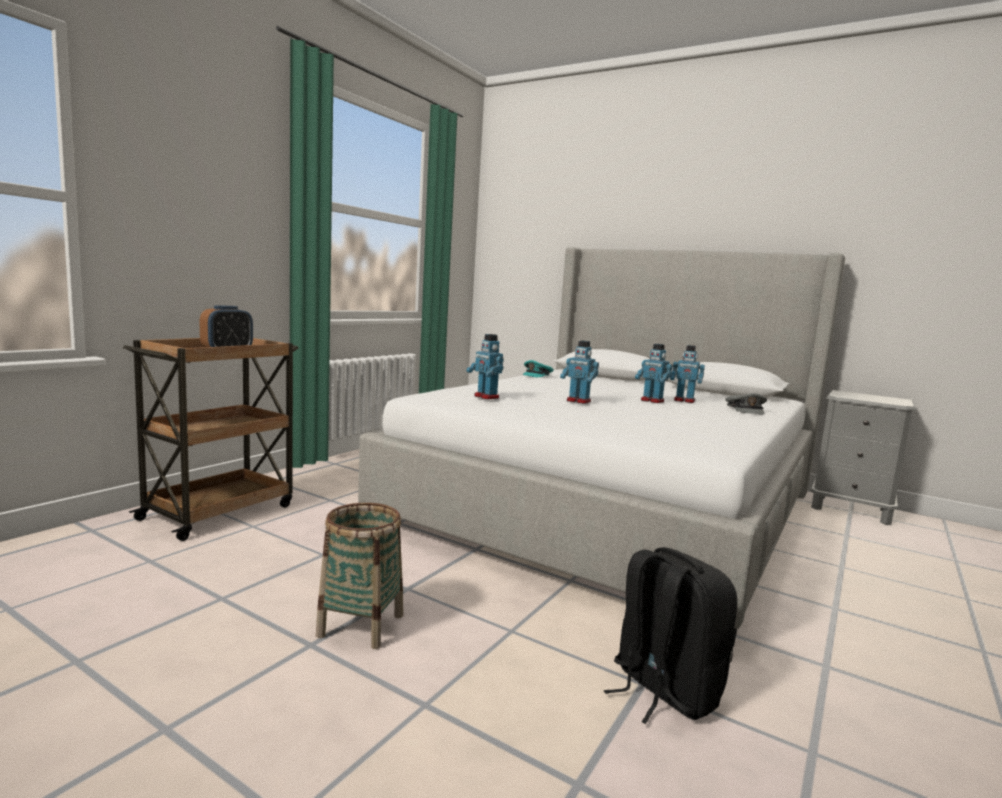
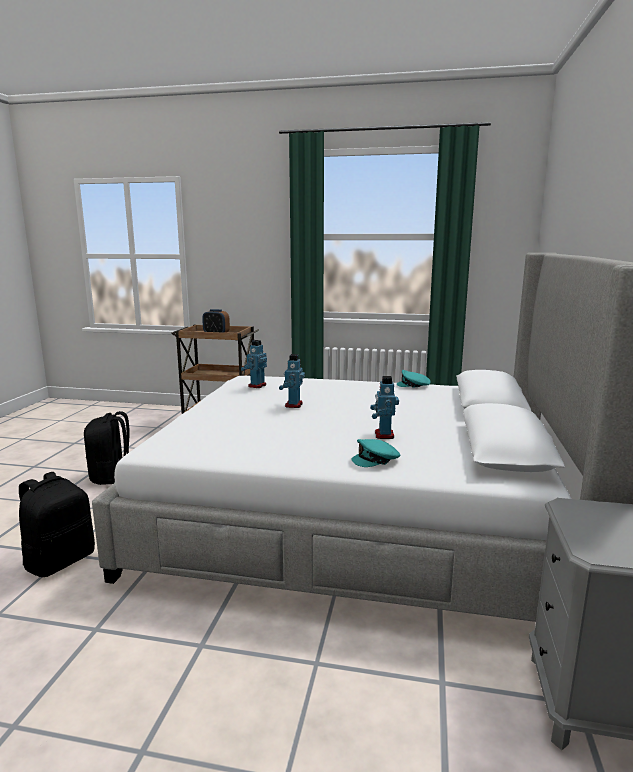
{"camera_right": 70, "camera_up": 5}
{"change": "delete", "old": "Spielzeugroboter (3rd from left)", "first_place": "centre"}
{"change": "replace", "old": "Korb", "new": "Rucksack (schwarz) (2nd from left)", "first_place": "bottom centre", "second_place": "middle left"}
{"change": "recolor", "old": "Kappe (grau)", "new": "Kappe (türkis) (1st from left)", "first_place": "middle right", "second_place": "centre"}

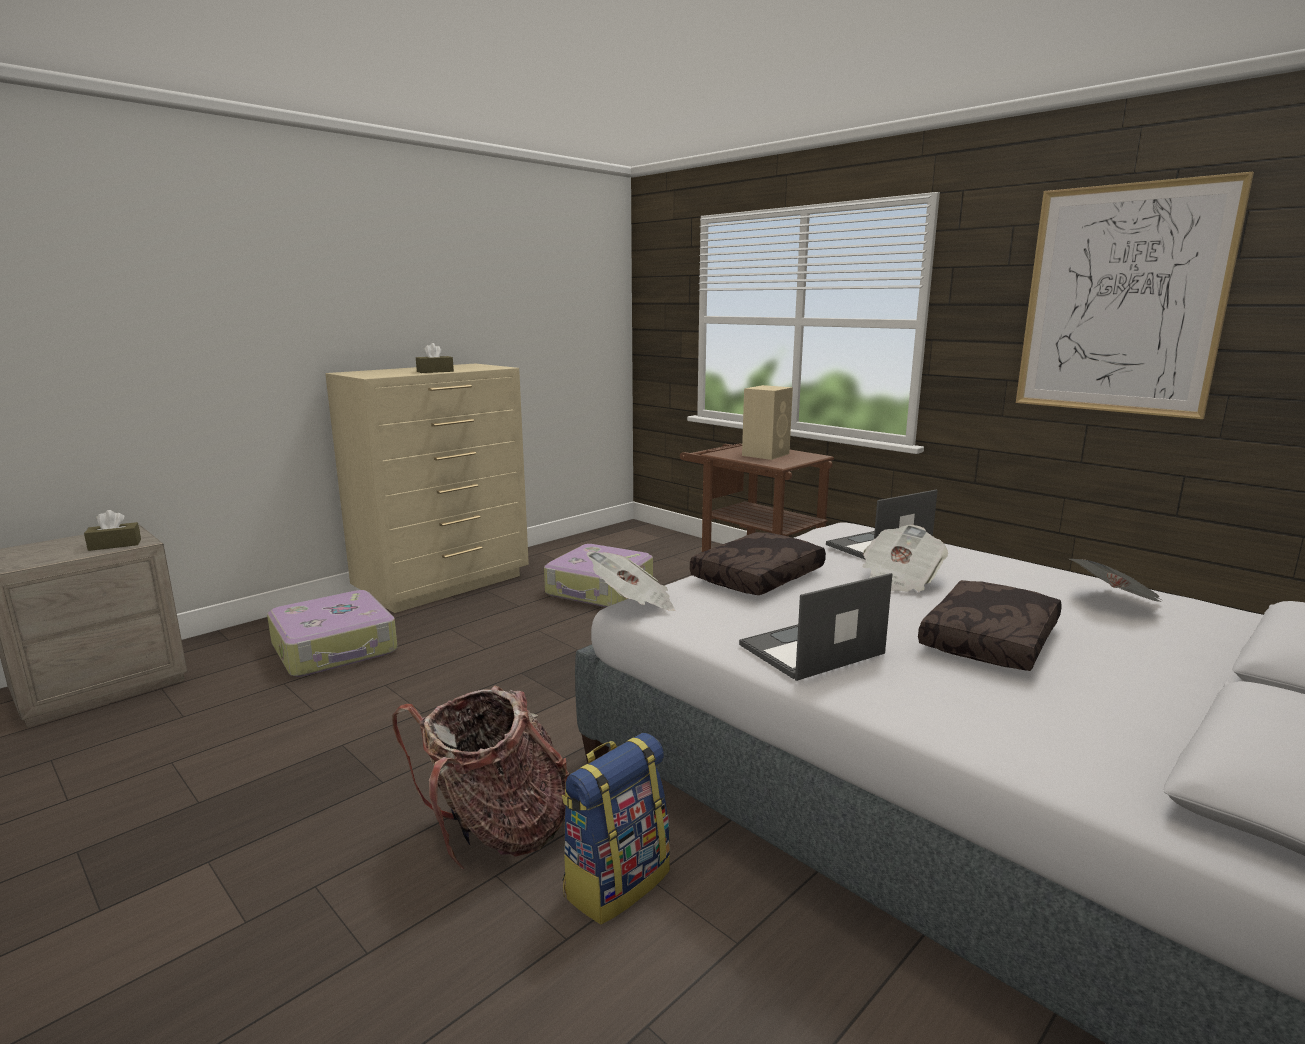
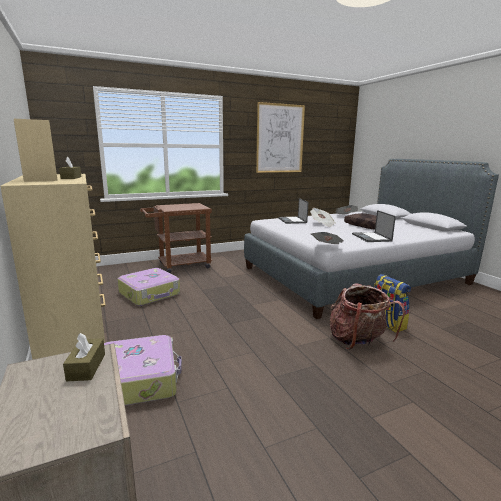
{"camera_right": -70, "camera_up": 0}
{"change": "delete", "old": "Kissen (braun) (1st from left)", "first_place": "centre"}
{"change": "move", "old": "Lautsprecher (beige)", "first_place": "centre", "second_place": "top left"}

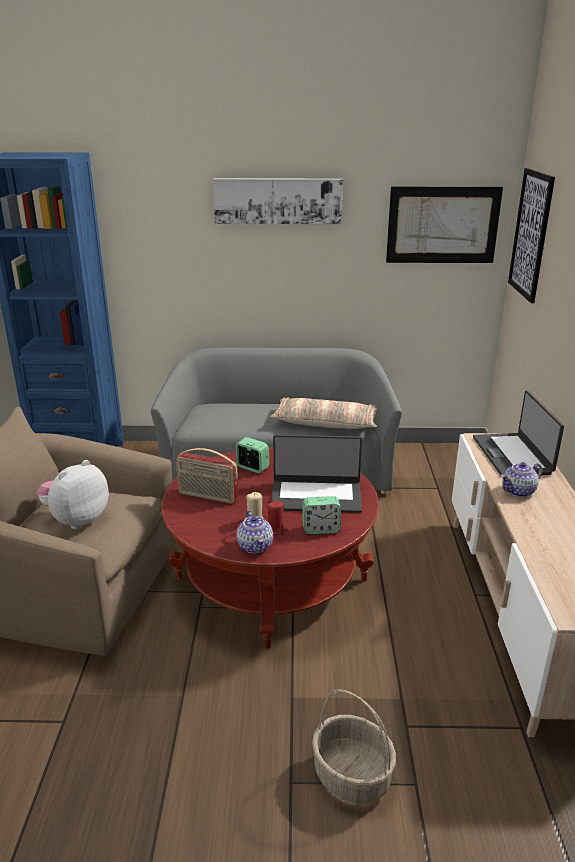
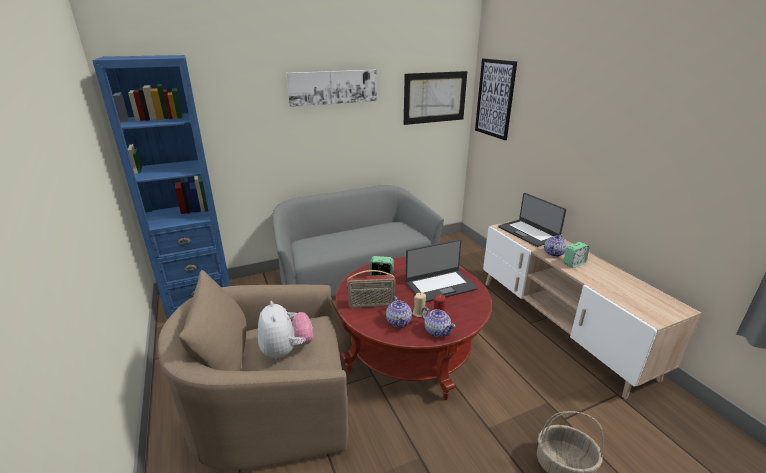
{"camera_right": -25, "camera_up": 0}
{"change": "delete", "old": "Kissen", "first_place": "centre"}
{"change": "insert", "new": "Teekanne (1st from left)", "second_place": "centre"}
{"change": "move", "old": "Wecker (2nd from left)", "first_place": "centre", "second_place": "middle right"}
{"change": "rotate", "old": "Plüschtier", "first_place": "middle left", "second_place": "bottom centre", "degrees": 150}

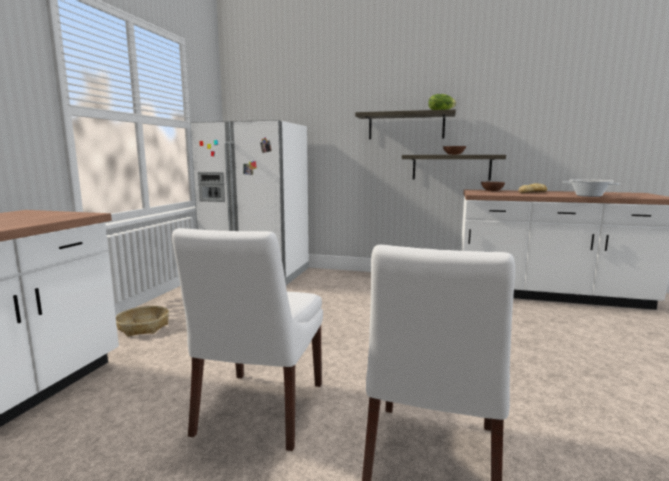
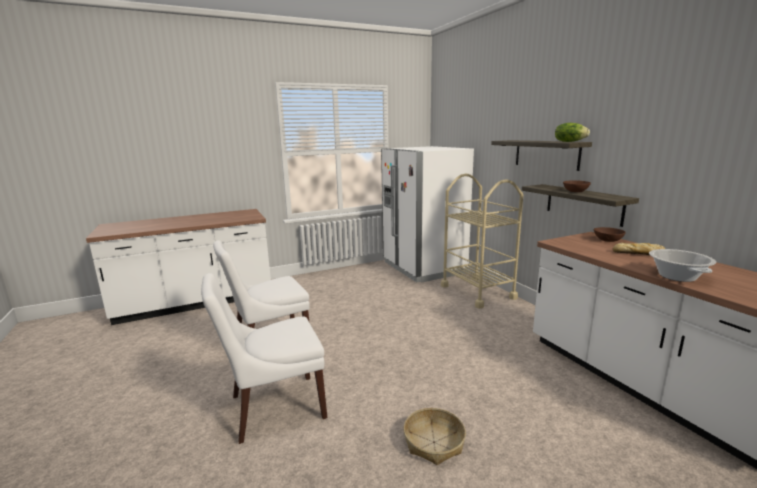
{"camera_right": 50, "camera_up": 5}
{"change": "insert", "new": "Rollwagen (beige)", "second_place": "centre"}
{"change": "move", "old": "Korb", "first_place": "bottom left", "second_place": "bottom centre"}

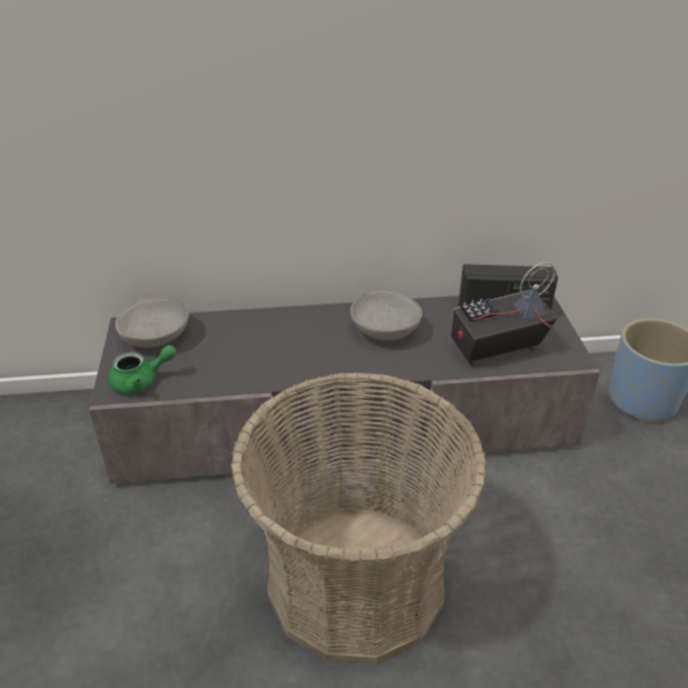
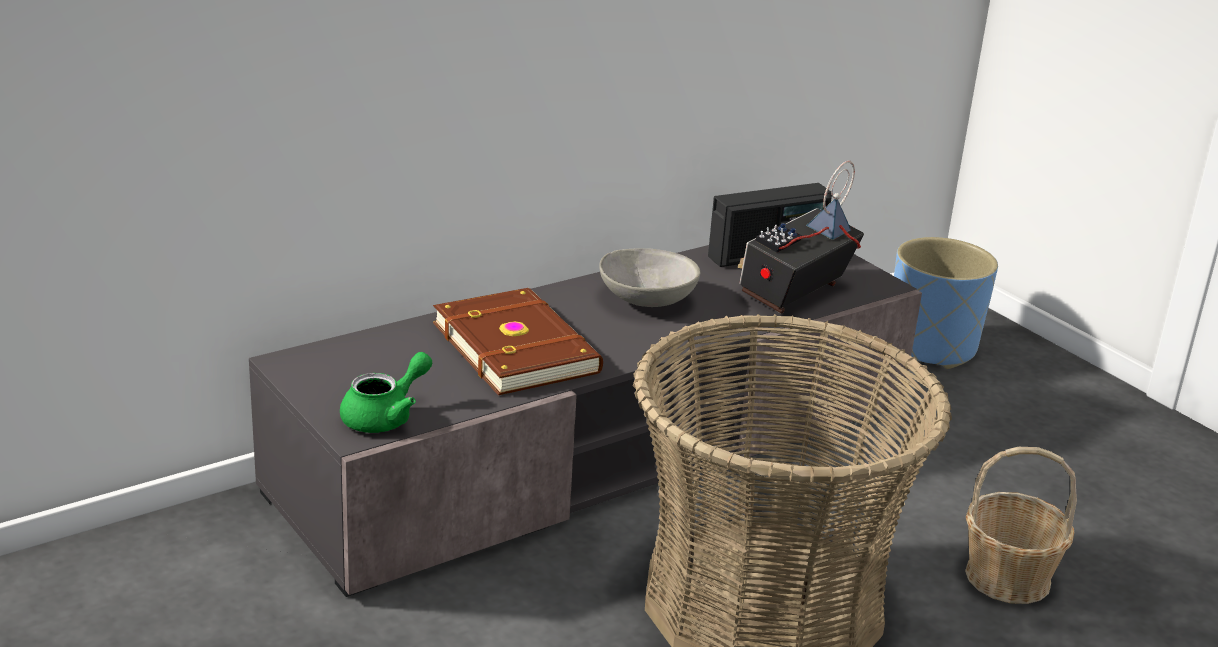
{"camera_right": -30, "camera_up": -10}
{"change": "delete", "old": "Schüssel (grau) (1st from left)", "first_place": "middle left"}
{"change": "insert", "new": "Buch (braun)", "second_place": "centre"}
{"change": "insert", "new": "Korb (2nd from left)", "second_place": "bottom right"}

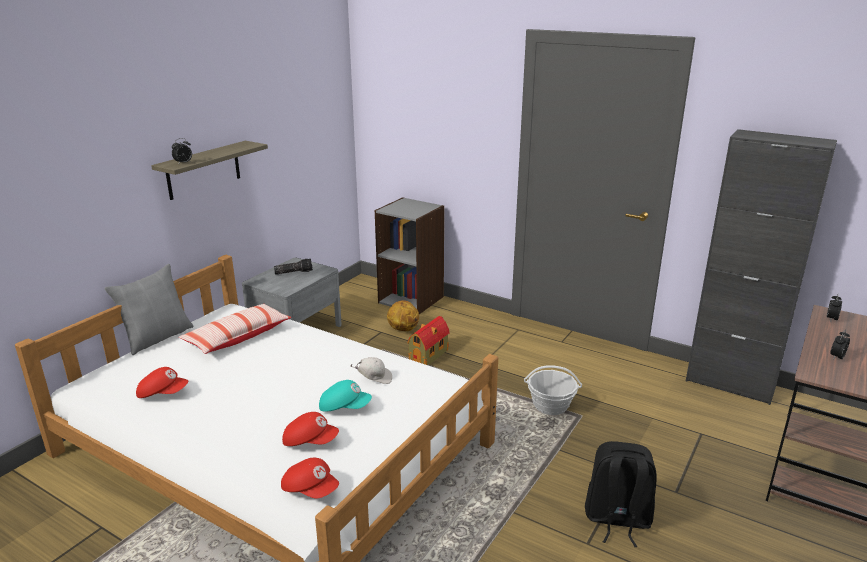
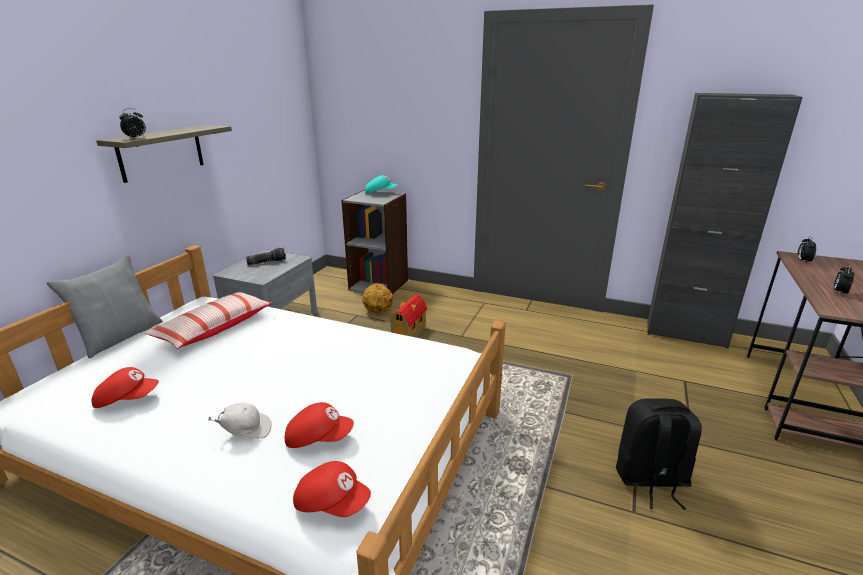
{"camera_right": -10, "camera_up": 0}
{"change": "delete", "old": "Korb", "first_place": "bottom centre"}
{"change": "move", "old": "Kappe (türkis)", "first_place": "bottom centre", "second_place": "top centre"}
{"change": "move", "old": "Kappe (weiß)", "first_place": "centre", "second_place": "bottom left"}

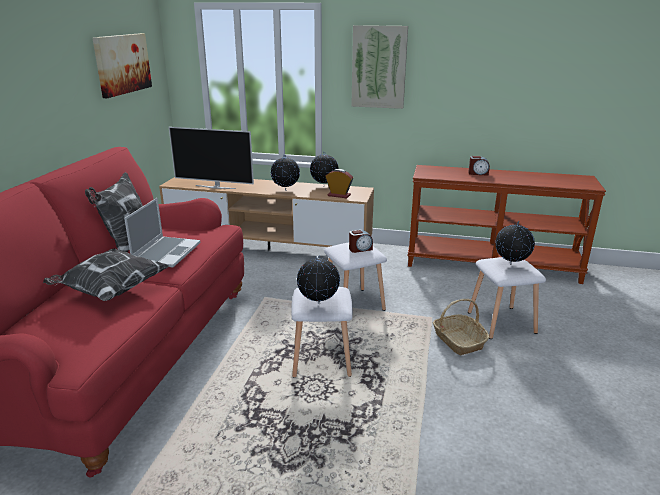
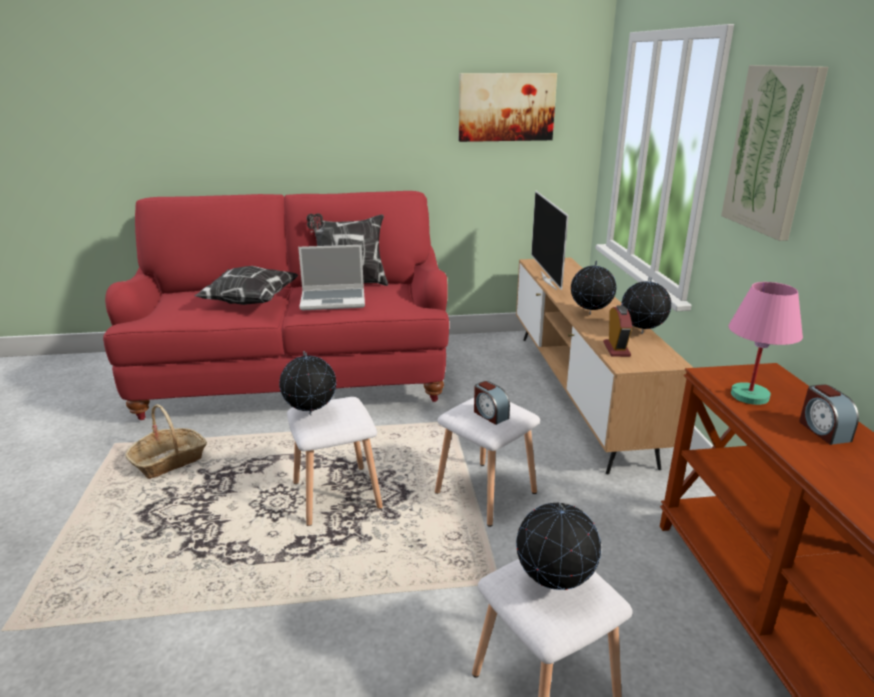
{"camera_right": 70, "camera_up": 0}
{"change": "insert", "new": "Tischlampe (rosa)", "second_place": "middle right"}
{"change": "move", "old": "Korb", "first_place": "middle right", "second_place": "middle left"}

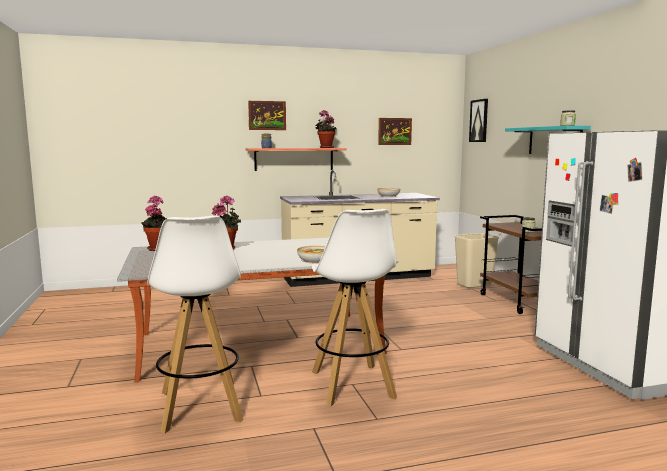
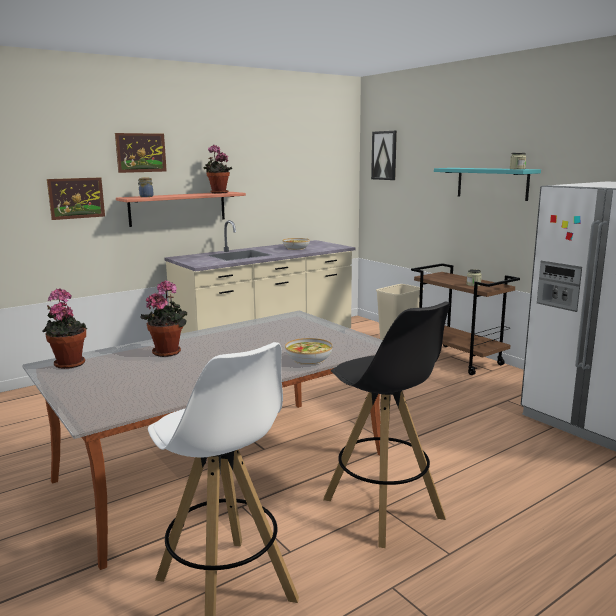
{"camera_right": -20, "camera_up": 5}
{"change": "move", "old": "Bild (2nd from left in the first image)", "new": "Bild (1st from left)", "first_place": "top centre", "second_place": "top left"}
{"change": "recolor", "old": "Hocker (weiß) (2nd from left)", "new": "Hocker (schwarz)", "first_place": "centre", "second_place": "bottom centre"}

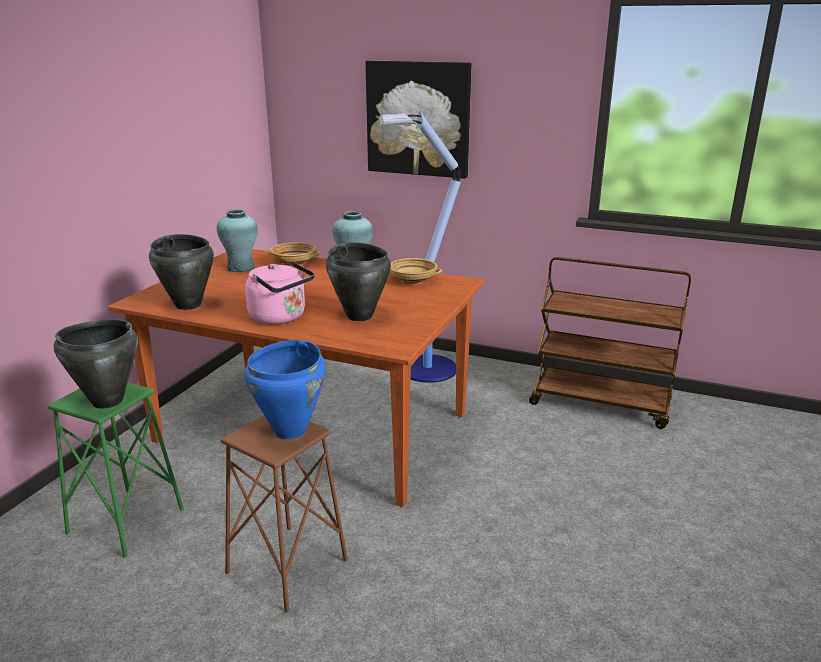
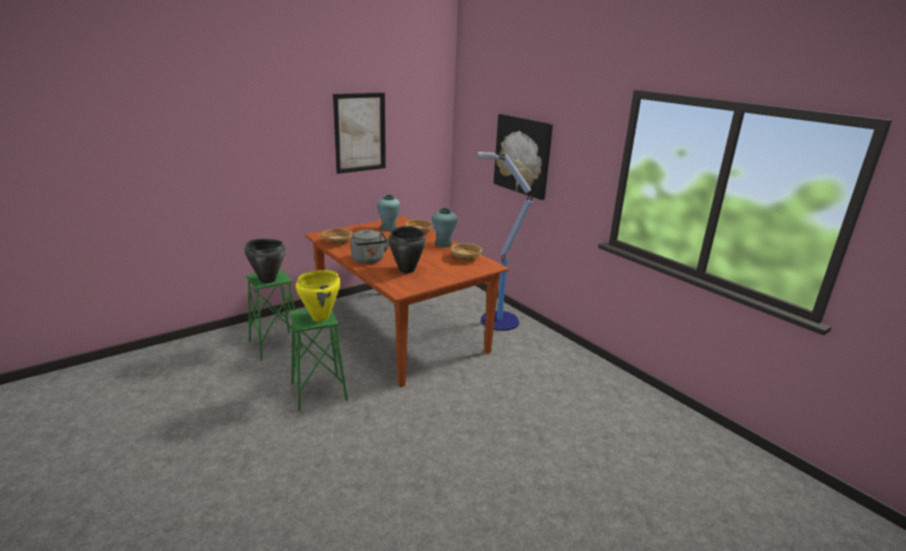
{"camera_right": 30, "camera_up": 0}
{"change": "delete", "old": "Rollwagen (braun)", "first_place": "middle right"}
{"change": "insert", "new": "Bild (1st from left)", "second_place": "top centre"}
{"change": "replace", "old": "Kochtopf (schwarz) (2nd from left)", "new": "Schüssel (beige) (1st from left)", "first_place": "middle left", "second_place": "centre"}
{"change": "recolor", "old": "Hocker (braun)", "new": "Hocker (grün) (2nd from left)", "first_place": "bottom centre", "second_place": "centre"}
{"change": "recolor", "old": "Wasserkessel (rosa)", "new": "Wasserkessel (grau)", "first_place": "centre", "second_place": "centre"}
{"change": "recolor", "old": "Kochtopf (blau)", "new": "Kochtopf (gelb)", "first_place": "centre", "second_place": "centre"}

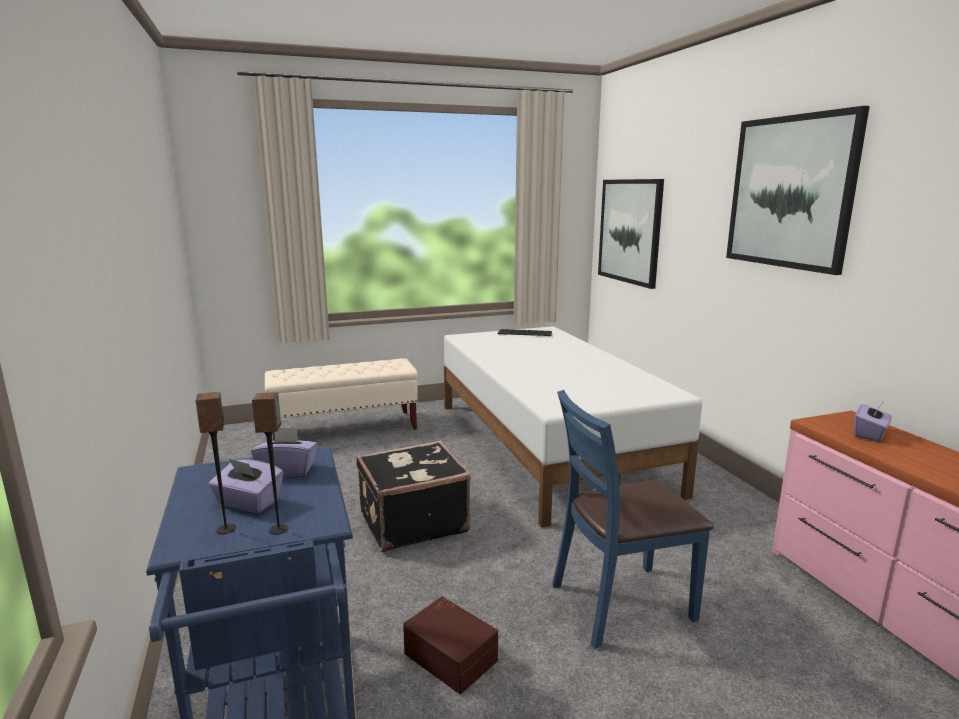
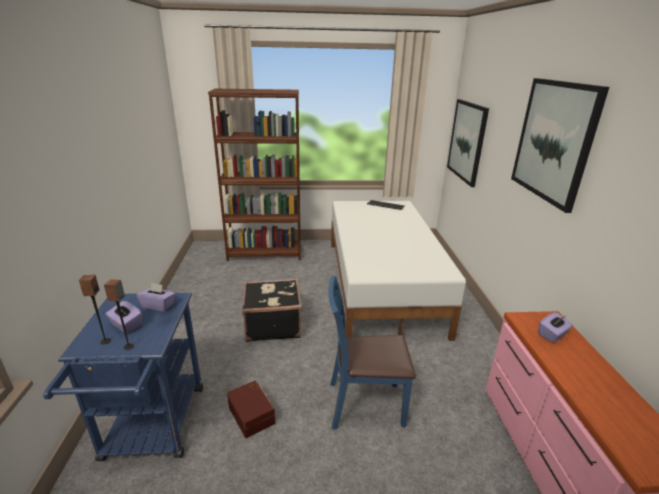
{"camera_right": 15, "camera_up": 10}
{"change": "replace", "old": "Bank (beige)", "new": "Bücherregal (braun)", "first_place": "centre", "second_place": "centre"}

